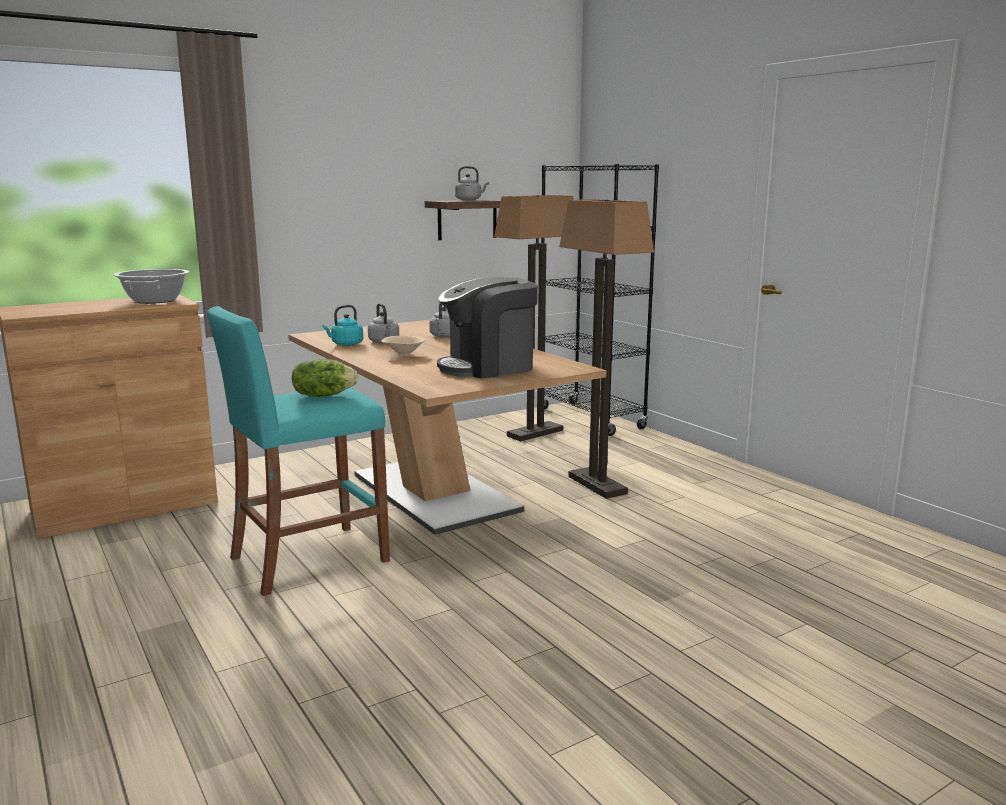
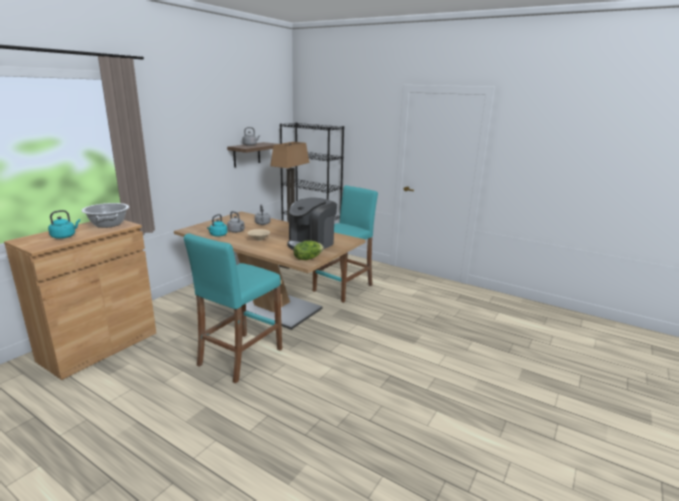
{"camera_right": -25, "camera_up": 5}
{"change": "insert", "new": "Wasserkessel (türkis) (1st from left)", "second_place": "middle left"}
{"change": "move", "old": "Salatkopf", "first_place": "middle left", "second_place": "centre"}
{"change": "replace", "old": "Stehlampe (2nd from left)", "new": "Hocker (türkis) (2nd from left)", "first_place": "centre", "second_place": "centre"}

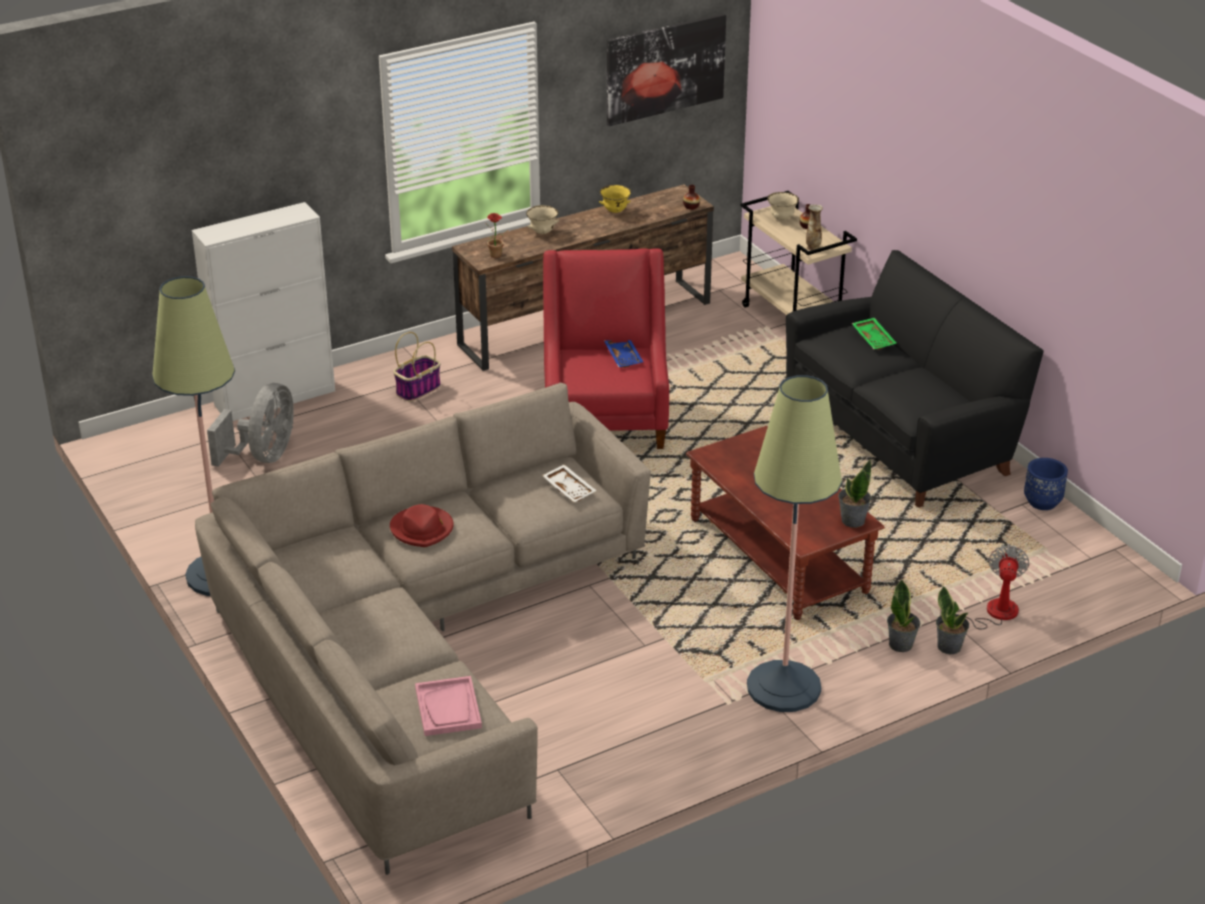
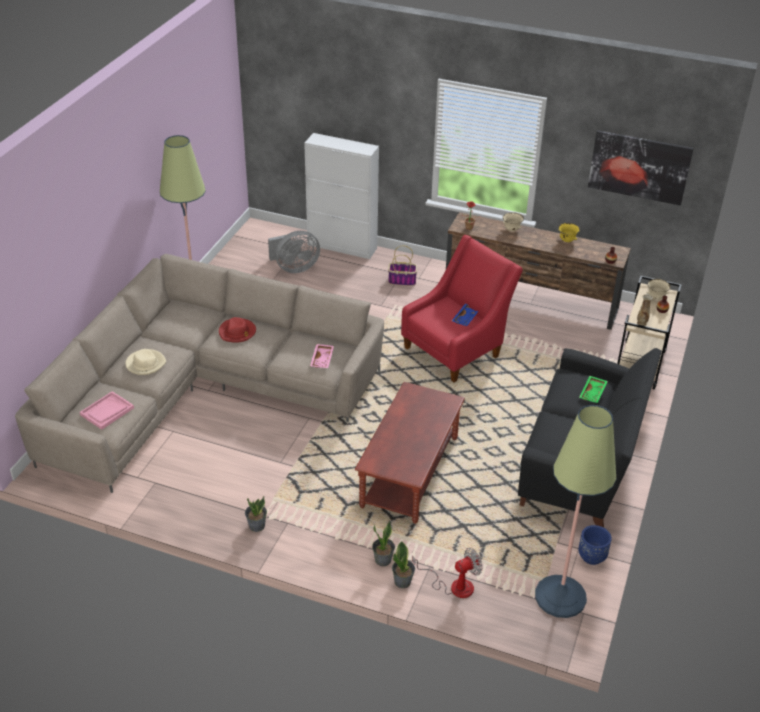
{"camera_right": 50, "camera_up": 5}
{"change": "insert", "new": "Hut (beige)", "second_place": "middle left"}
{"change": "move", "old": "Stehlampe (2nd from left)", "first_place": "centre", "second_place": "bottom right"}
{"change": "move", "old": "Topfpflanze (2nd from left in the first image)", "new": "Topfpflanze (1st from left)", "first_place": "middle right", "second_place": "bottom centre"}
{"change": "recolor", "old": "Tablett (weiß)", "new": "Tablett (rosa) (2nd from left)", "first_place": "centre", "second_place": "centre"}

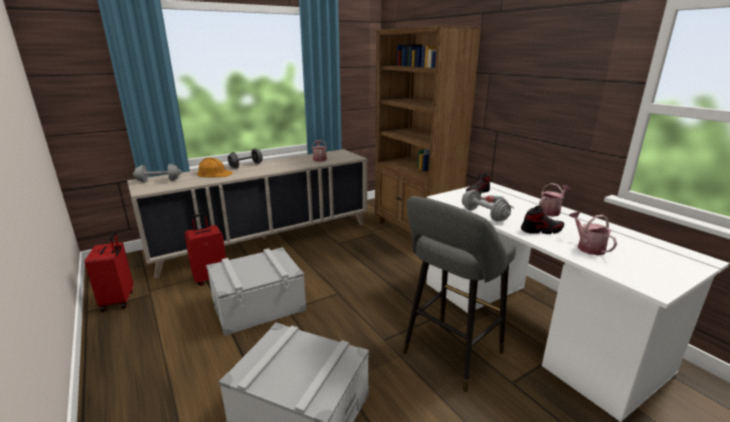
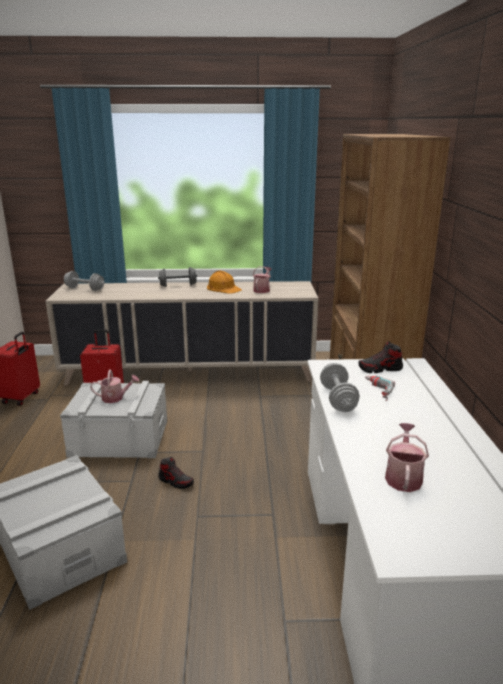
{"camera_right": 30, "camera_up": 0}
{"change": "delete", "old": "Hocker (grau)", "first_place": "bottom centre"}
{"change": "move", "old": "Schutzhelm (orange)", "first_place": "middle left", "second_place": "centre"}
{"change": "move", "old": "Schuh (2nd from left in the first image)", "new": "Schuh (1st from left)", "first_place": "middle right", "second_place": "bottom centre"}
{"change": "move", "old": "Gießkanne (2nd from left in the first image)", "new": "Gießkanne (1st from left)", "first_place": "middle right", "second_place": "middle left"}

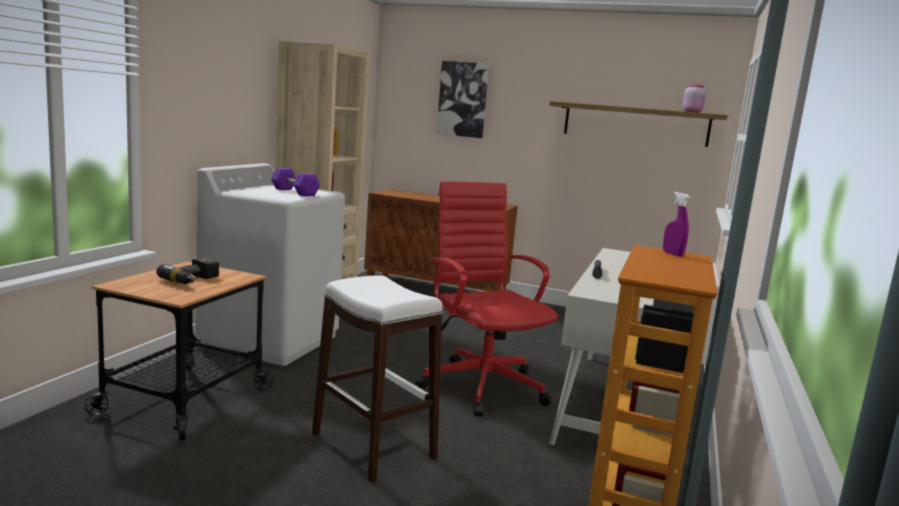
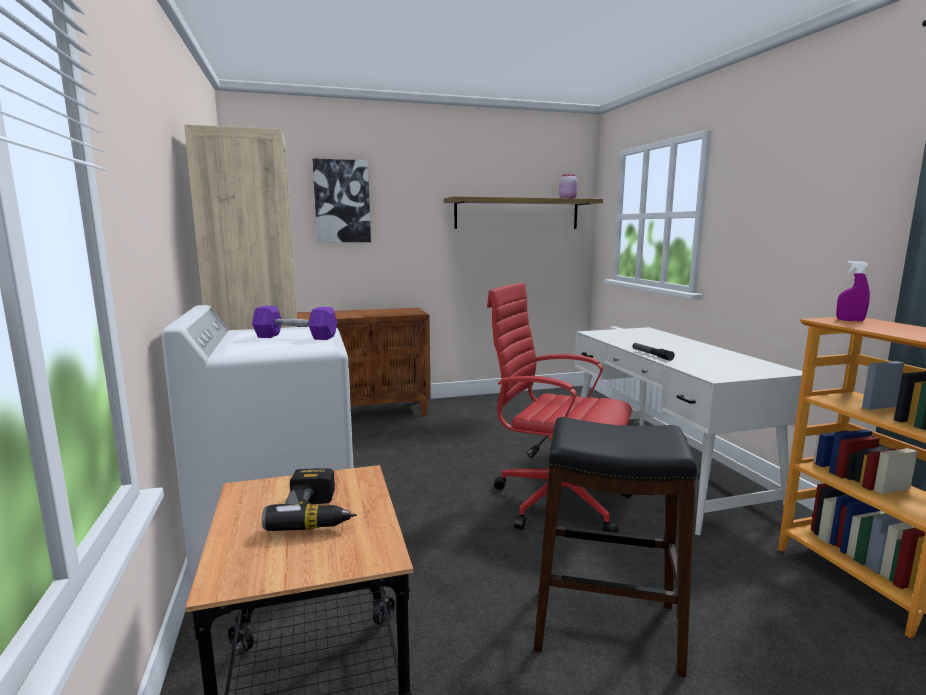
{"camera_right": -35, "camera_up": 0}
{"change": "recolor", "old": "Hocker (weiß)", "new": "Hocker (schwarz)", "first_place": "bottom centre", "second_place": "bottom centre"}

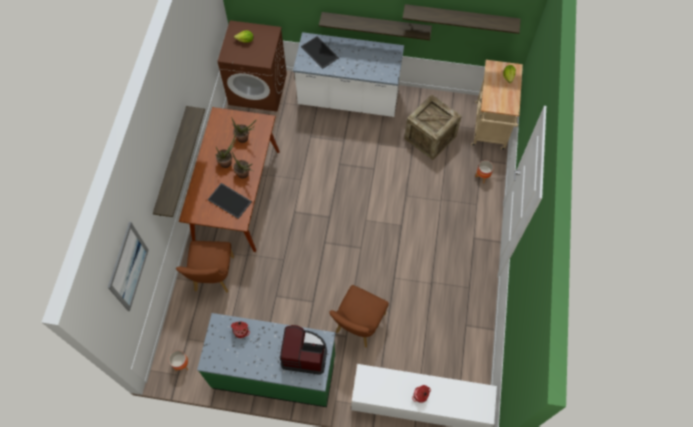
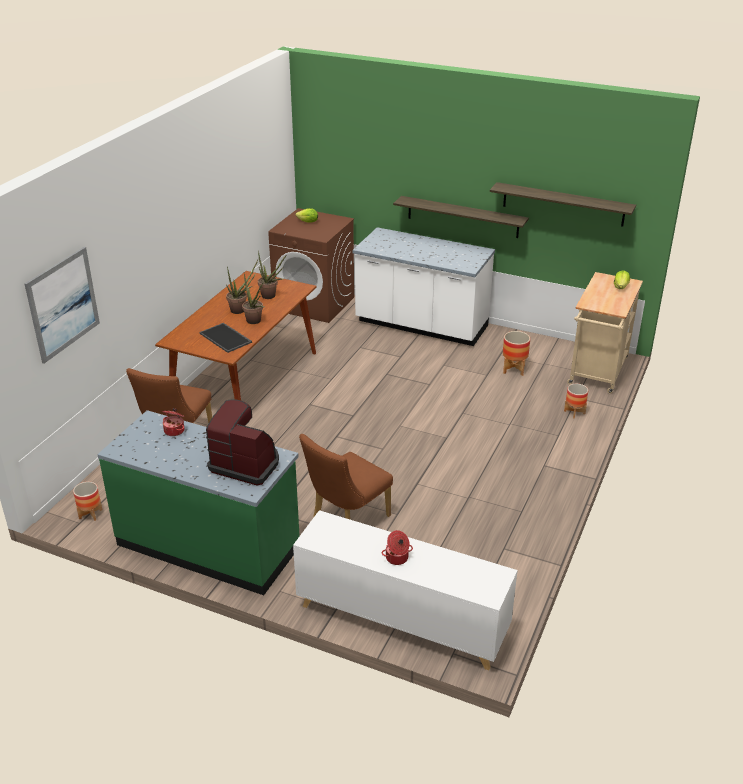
{"camera_right": 15, "camera_up": -30}
{"change": "delete", "old": "Wandregal (1st from left)", "first_place": "middle left"}
{"change": "delete", "old": "Tablett (2nd from left)", "first_place": "top centre"}
{"change": "replace", "old": "Kiste", "new": "Pflanzkübel (2nd from left)", "first_place": "top centre", "second_place": "middle right"}

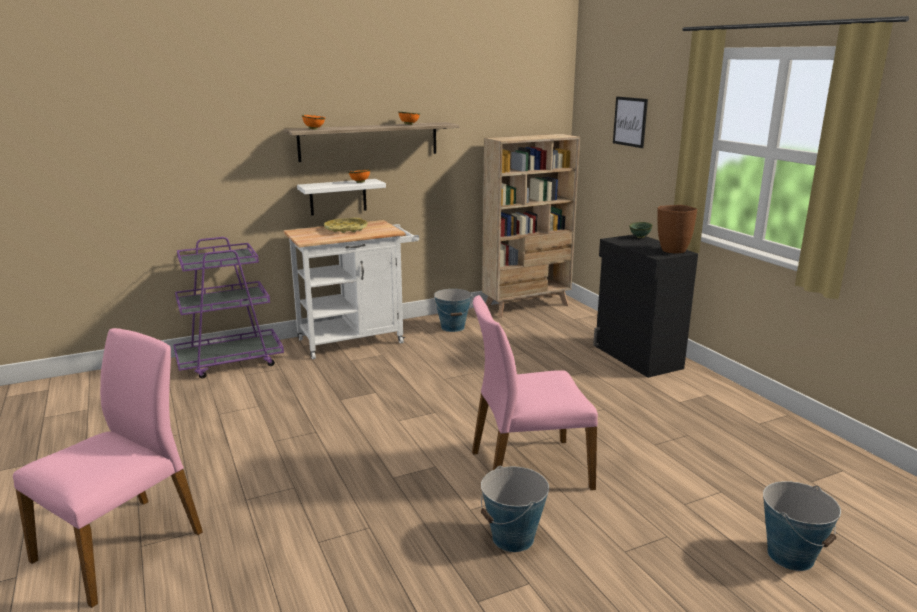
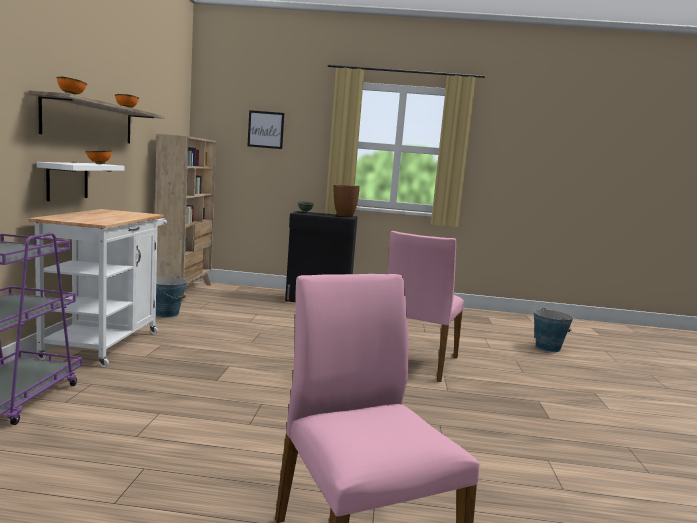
{"camera_right": -60, "camera_up": -10}
{"change": "delete", "old": "Tablett (gelb)", "first_place": "centre"}
{"change": "delete", "old": "Eimer (2nd from left)", "first_place": "bottom centre"}

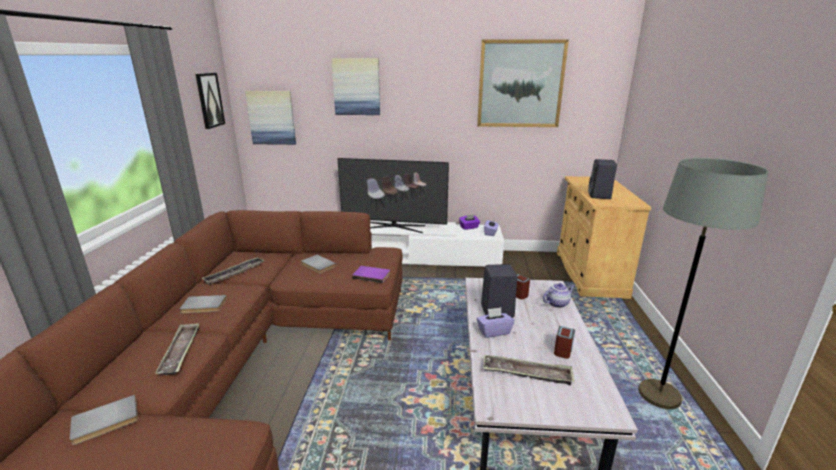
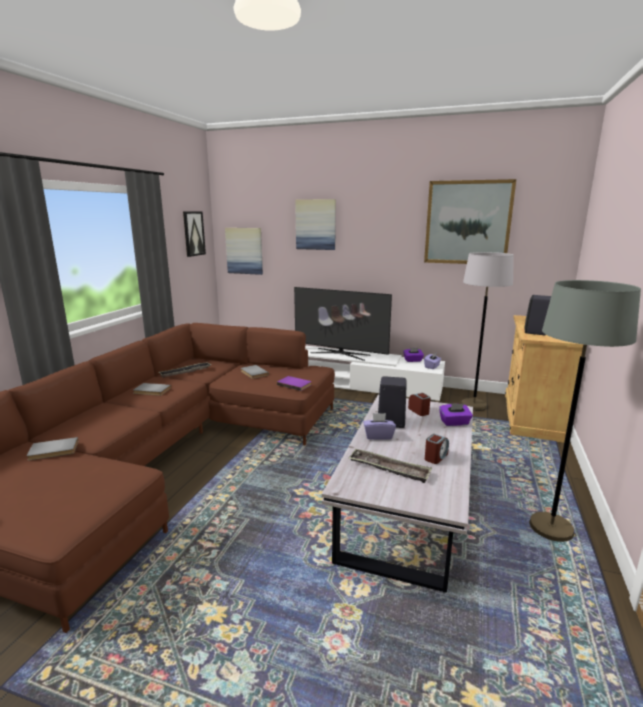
{"camera_right": 15, "camera_up": -5}
{"change": "delete", "old": "Tablett (1st from left)", "first_place": "bottom left"}
{"change": "insert", "new": "Stehlampe (grau) (1st from left)", "second_place": "middle right"}
{"change": "replace", "old": "Teekanne", "new": "Taschentuchbox (lila) (4th from left)", "first_place": "middle right", "second_place": "middle right"}

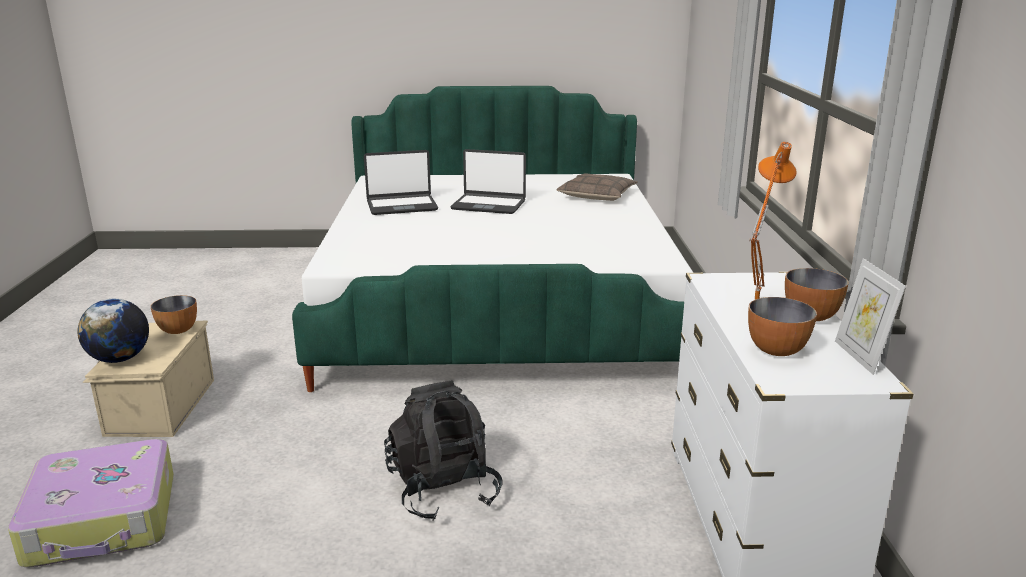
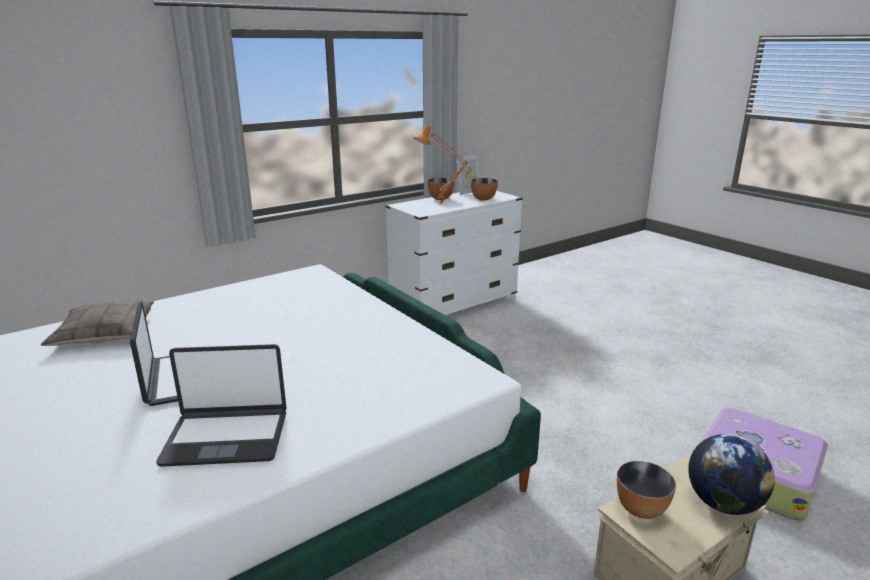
{"camera_right": -125, "camera_up": 0}
{"change": "delete", "old": "Rucksack (schwarz)", "first_place": "bottom centre"}
{"change": "rotate", "old": "Laptop (1st from left in the first image)", "first_place": "top centre", "second_place": "bottom left", "degrees": 135}

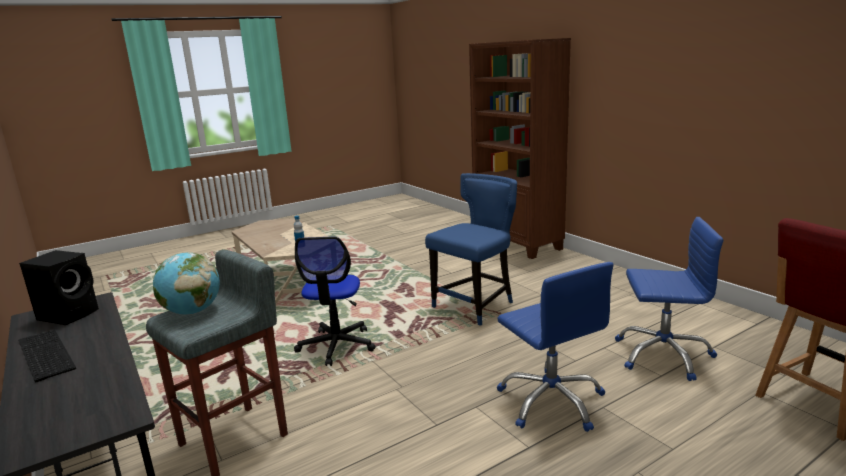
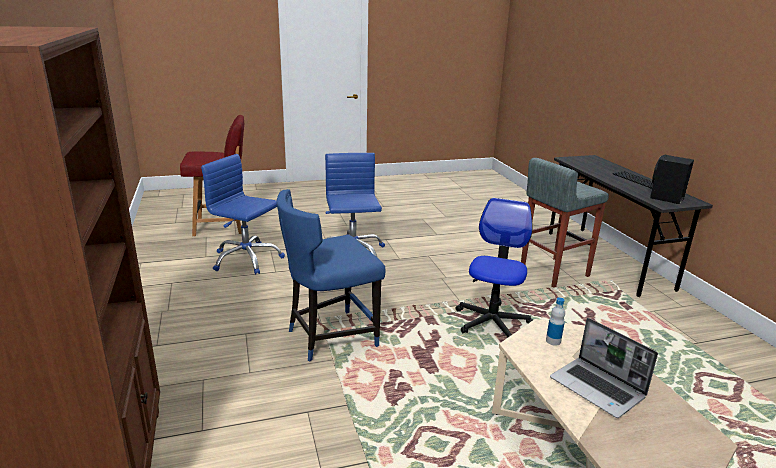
{"camera_right": -165, "camera_up": 5}
{"change": "delete", "old": "Globus", "first_place": "middle left"}
{"change": "insert", "new": "Laptop", "second_place": "bottom right"}

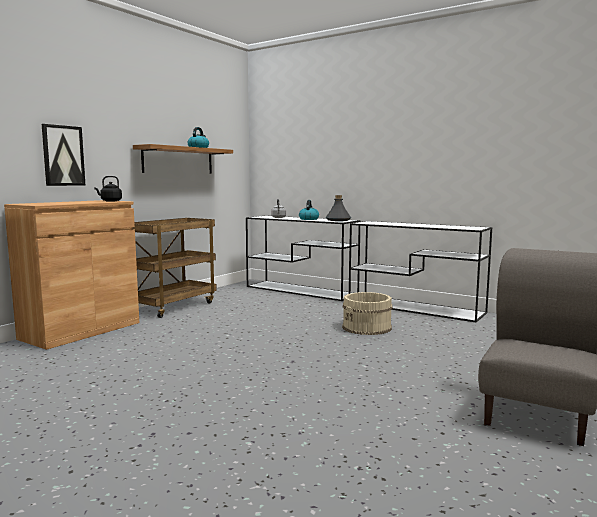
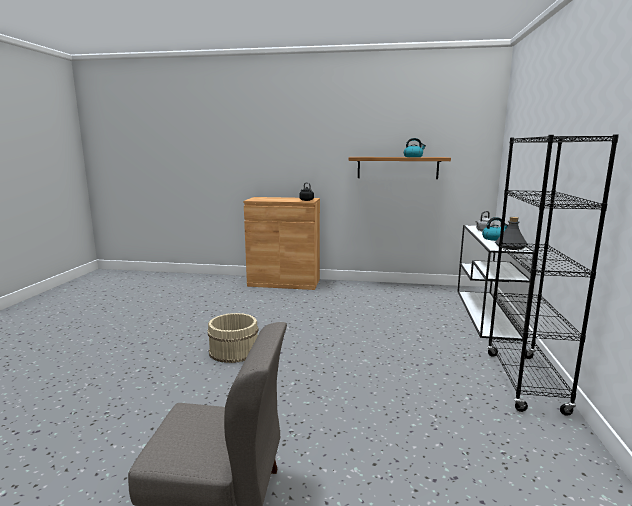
{"camera_right": 65, "camera_up": 5}
{"change": "delete", "old": "Bild", "first_place": "top left"}
{"change": "delete", "old": "Rollwagen (braun)", "first_place": "middle left"}
{"change": "move", "old": "Eimer (beige)", "first_place": "centre", "second_place": "bottom centre"}
{"change": "replace", "old": "Konsolentisch (weiß) (2nd from left)", "new": "Bücherregal (schwarz)", "first_place": "middle right", "second_place": "middle right"}

